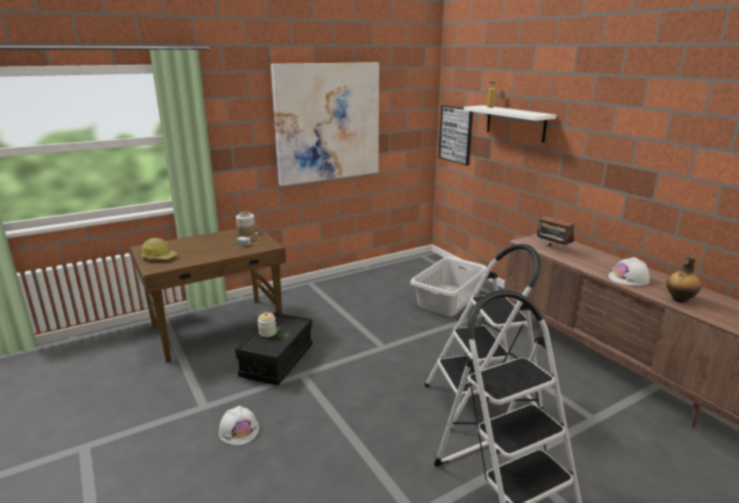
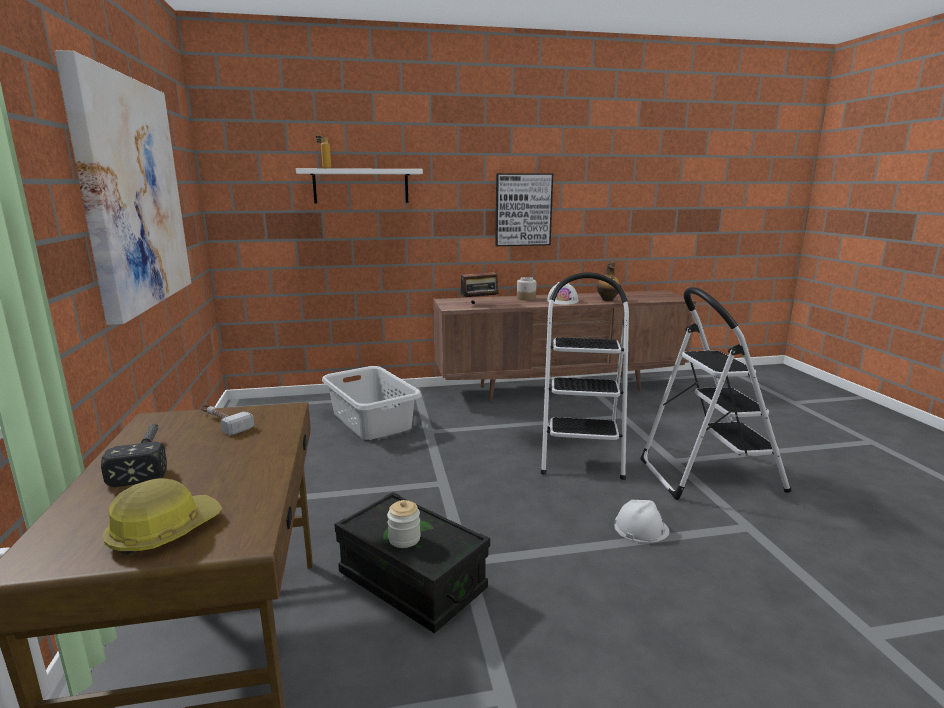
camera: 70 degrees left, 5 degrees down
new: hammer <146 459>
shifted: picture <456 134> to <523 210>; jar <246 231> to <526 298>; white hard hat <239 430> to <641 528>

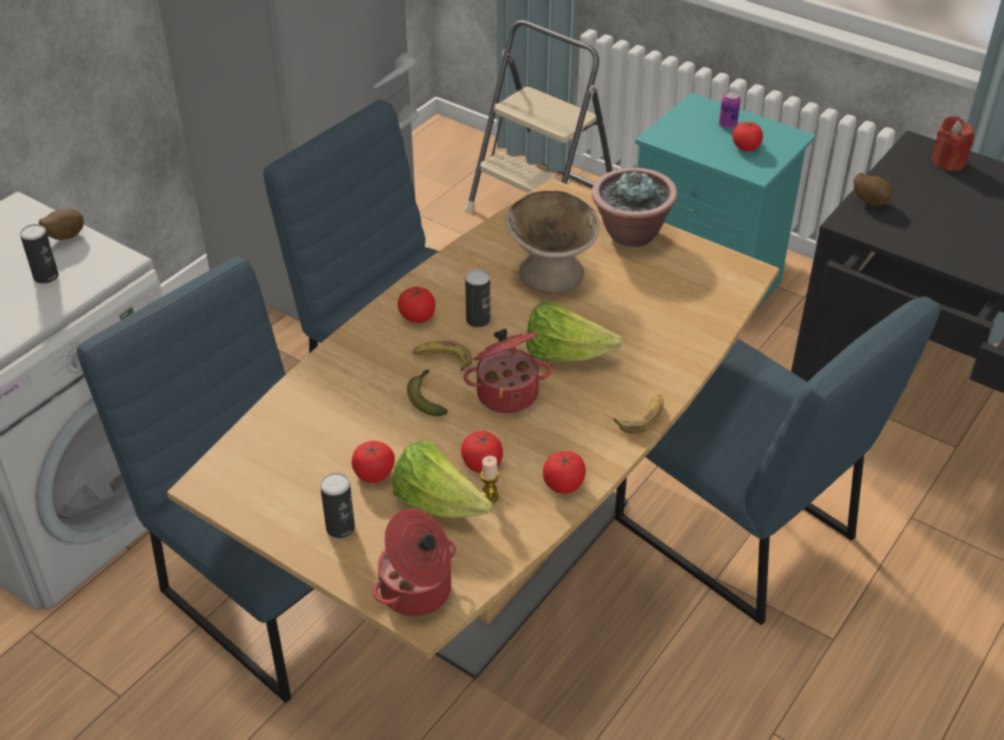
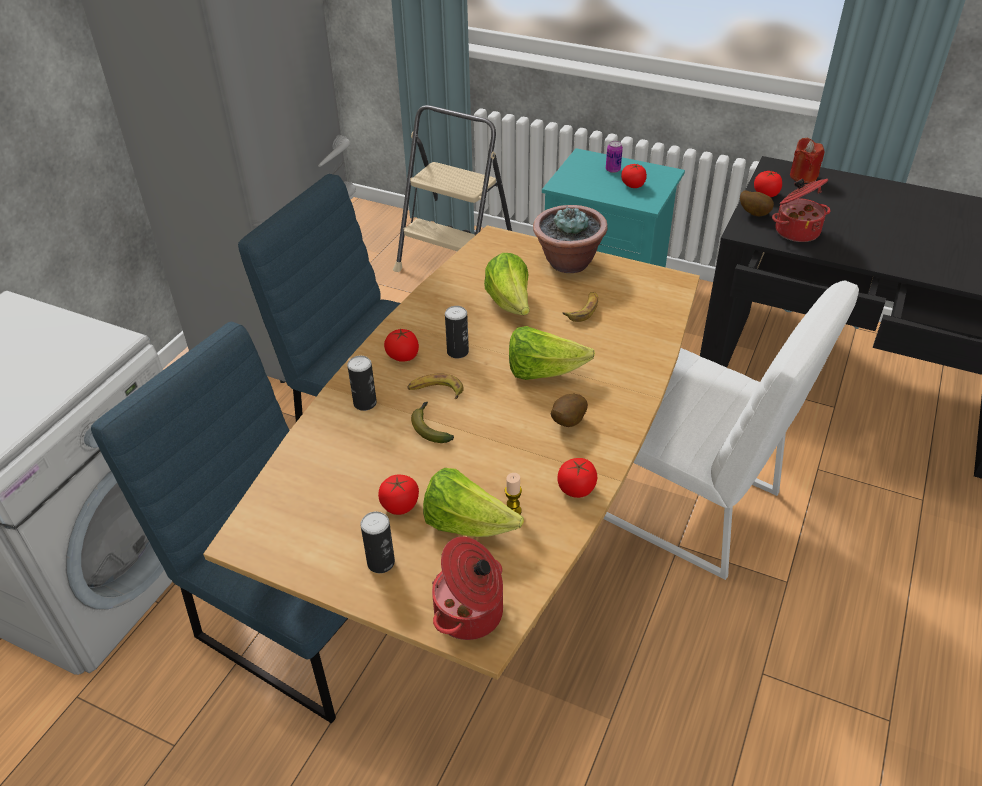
camera: 10 degrees left, 0 degrees up
shifted: can <46 276> to <365 403>; potato <64 237> to <566 422>; banana <642 417> to <583 310>; tomato <482 464> to <766 194>; cooking pot <507 393> to <796 230>
swapped: beige bowl <551 273> to lettuce <510 304>
repainted: blue chair <738 533> to white chair <685 503>

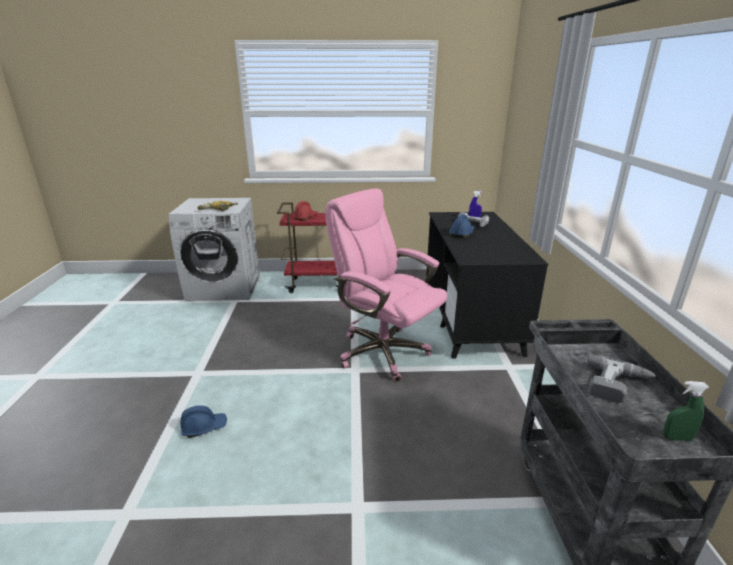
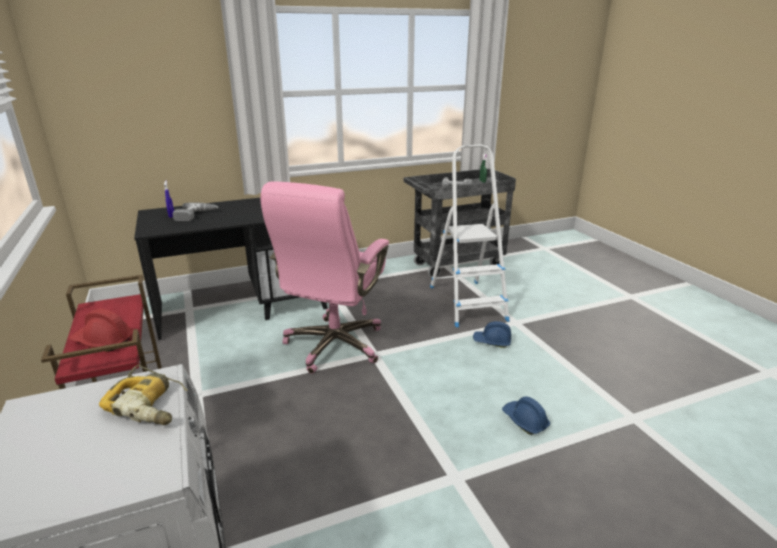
camera: 110 degrees left, 0 degrees up
new: white step ladder <467 303>
shifted: blue hard hat <461 233> to <492 341>

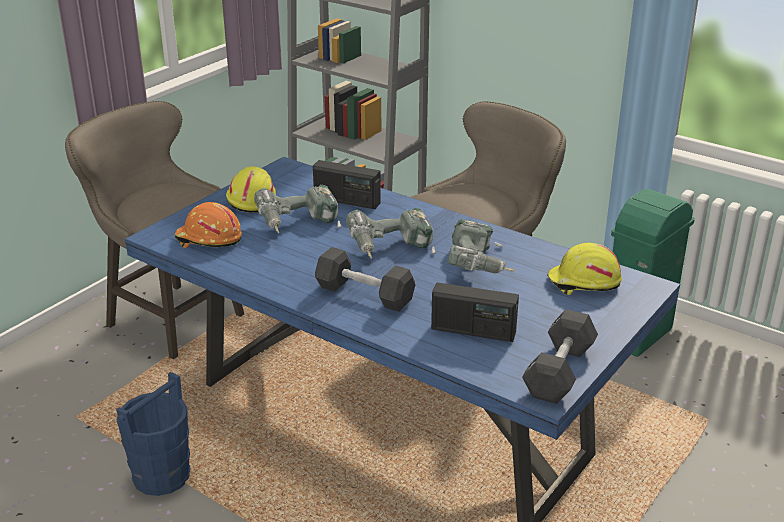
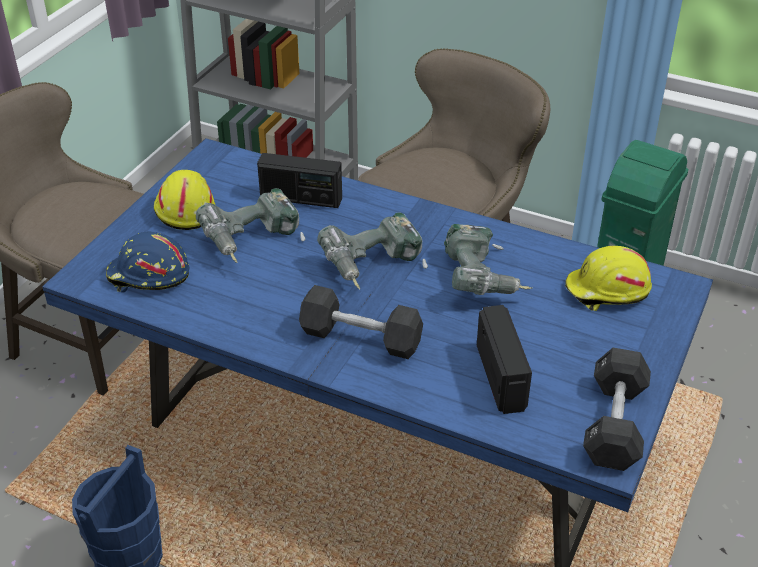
camera: 10 degrees left, 10 degrees up
repainted: orange hard hat <208 239> to blue hard hat <148 276>
rotated: radio <473 331> = <502 377> 105 degrees counterclockwise

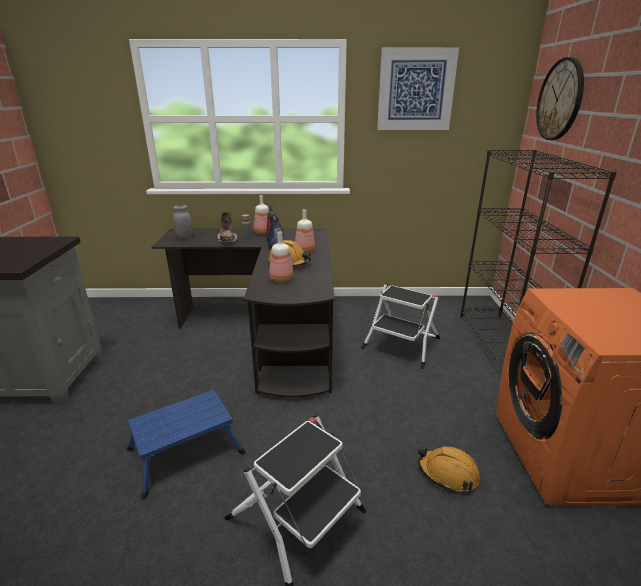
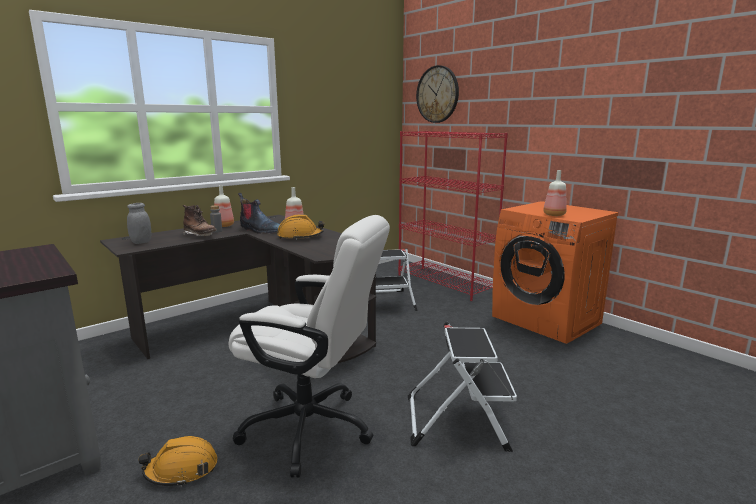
camera: 40 degrees left, 10 degrees down
gone: picture <416 90>
shifted: orange hard hat <447 473> to <182 470>; bottle <280 279> to <553 215>
swapped: blue step ladder <185 451> to white office chair <313 430>
repainted: black bookcase <501 345> to red bookcase <445 283>

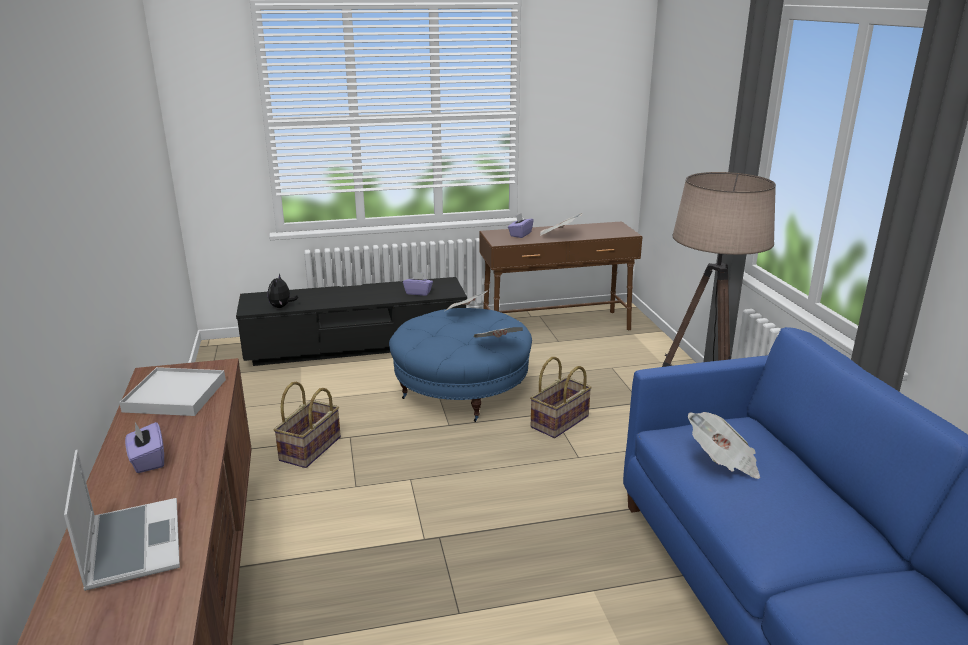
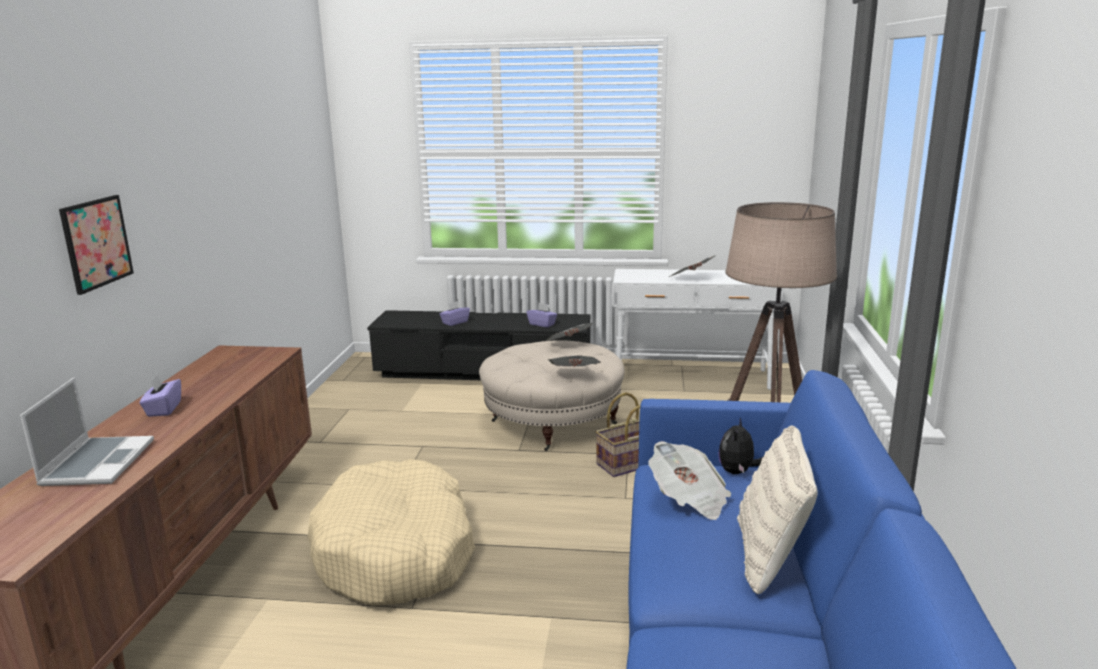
camera: 20 degrees right, 5 degrees down
gone: white tray <175 395>; basket <311 449>
new: picture <96 243>; beige dog bed <396 552>; beige pillow <770 559>
shifted: purple tissue box <520 234> to <455 322>; plush toy <282 307> to <737 472>
repainted: blue ottoman <461 391> to beige ottoman <553 422>; brown console table <556 327> to white console table <691 378>

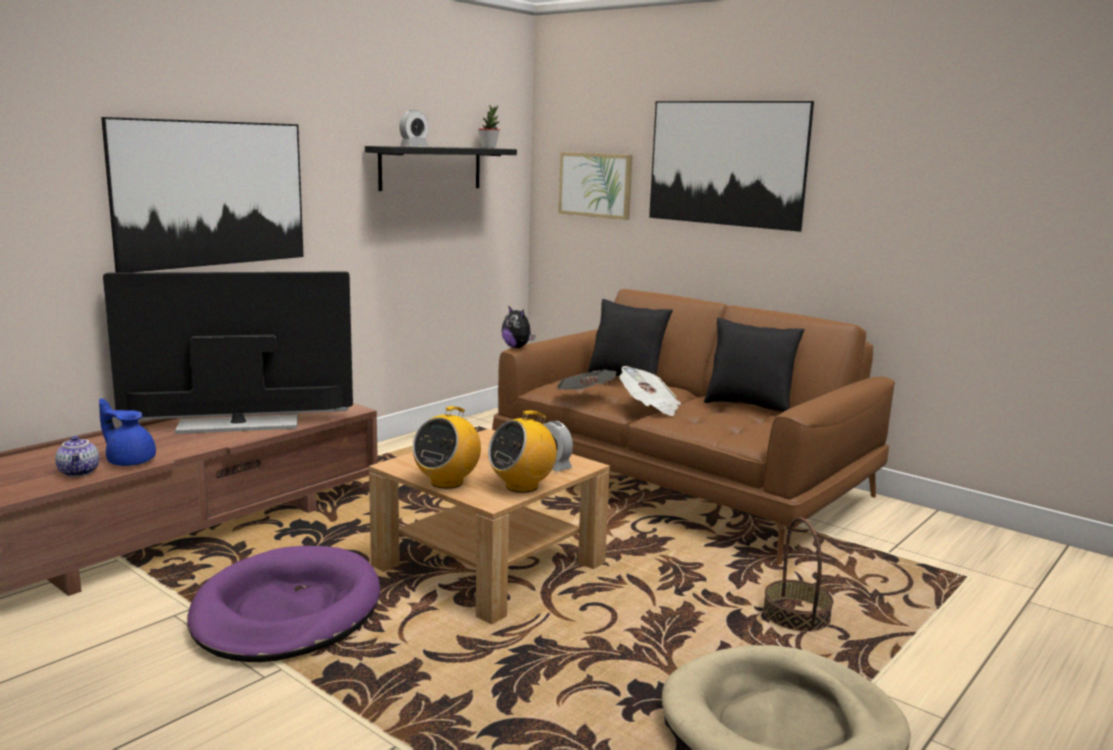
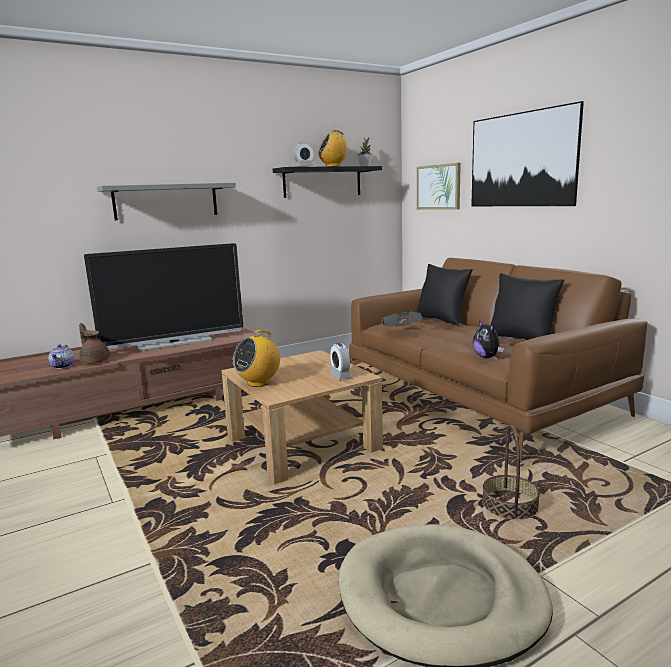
camera: 20 degrees right, 0 degrees up
gone: purple dog bed <287 611>; newspaper <649 407>
shifted: radio <522 486> to <333 166>; plush toy <517 347> to <487 357>
swapped: picture <211 194> to grey shelf <166 201>
repainted: blue teapot <130 461> to brown teapot <95 361>
rotated: television <238 425> = <174 343> 150 degrees clockwise

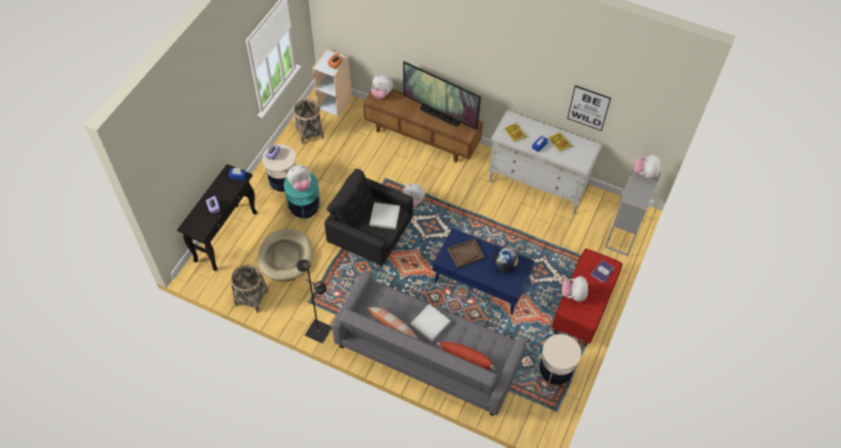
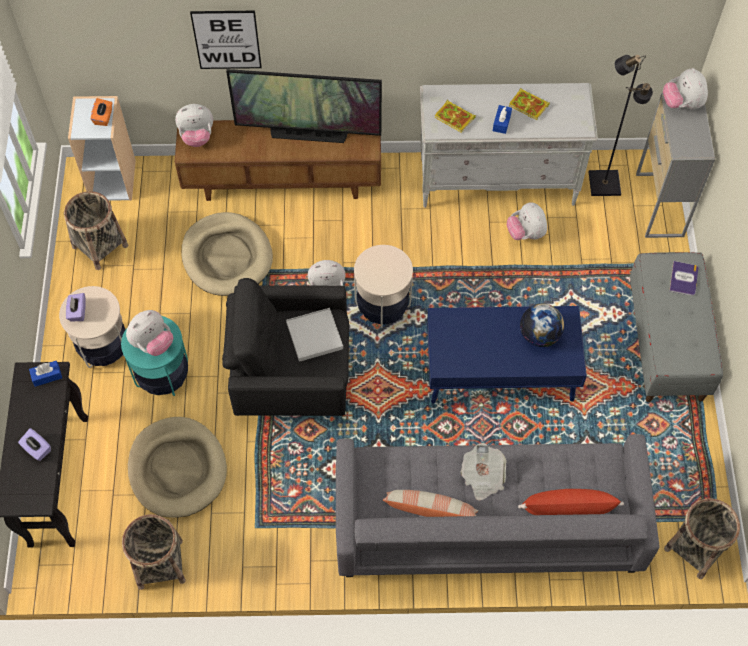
camera: 25 degrees left, 5 degrees up
gone: brown tray <466 253>
new: beige dog bed <227 257>; basket <695 548>
shifted: picture <588 108> to <226 39>; beige side table <555 372> to <382 306>; plush toy <573 295> to <526 233>; black floor lamp <318 331> to <604 183>
swapped: white tray <430 323> to newspaper <482 477>
repainted: red bench <583 307> to grey bench <666 343>

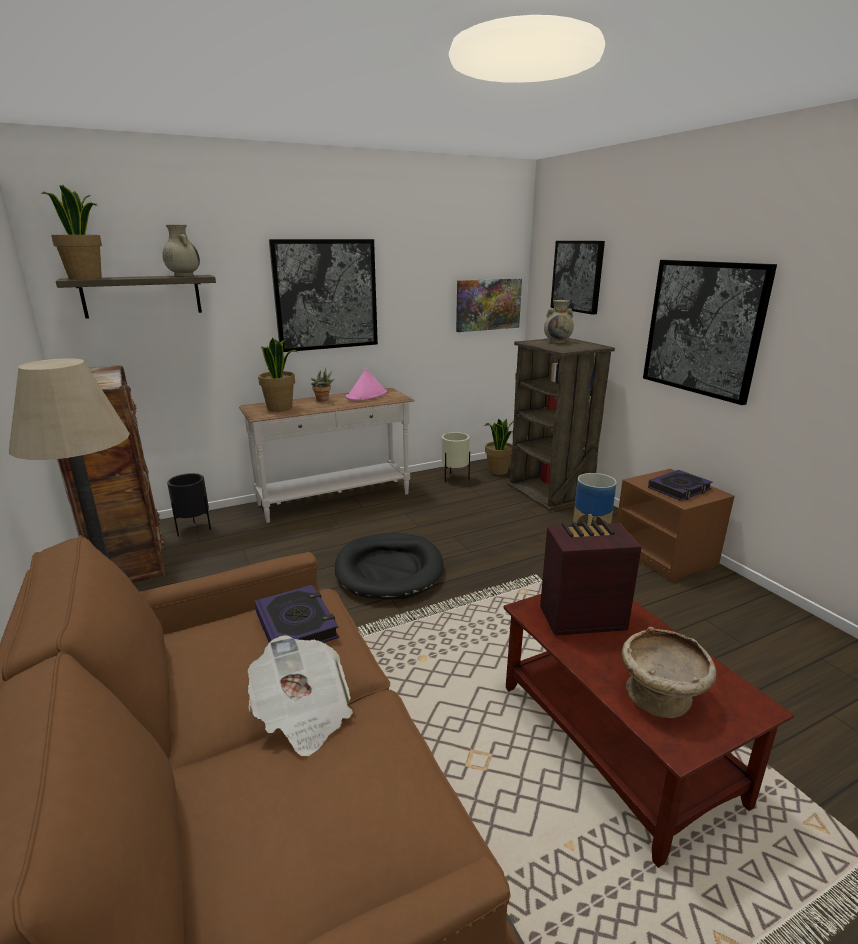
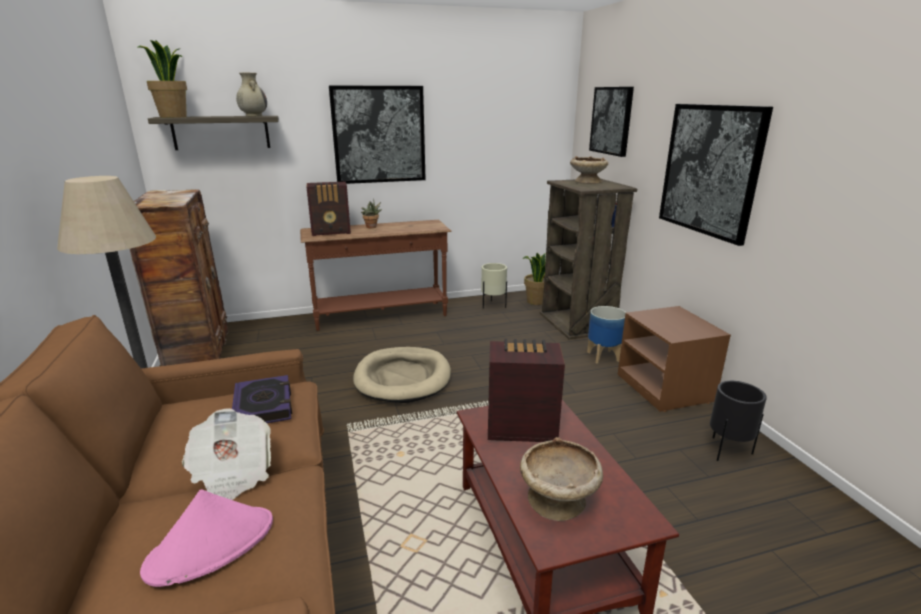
camera: 10 degrees right, 0 degrees up
gone: picture <488 304>; book <679 489>
shifted: pink hat <367 395> to <212 545>; black planter <194 529> to <727 451>
swapped: potted plant <280 408> to radio <332 232>; beige vase <557 342> to beige bowl <587 182>
repainted: white console table <335 500> to brown console table <381 316>; black dog bed <389 570> to beige dog bed <403 378>

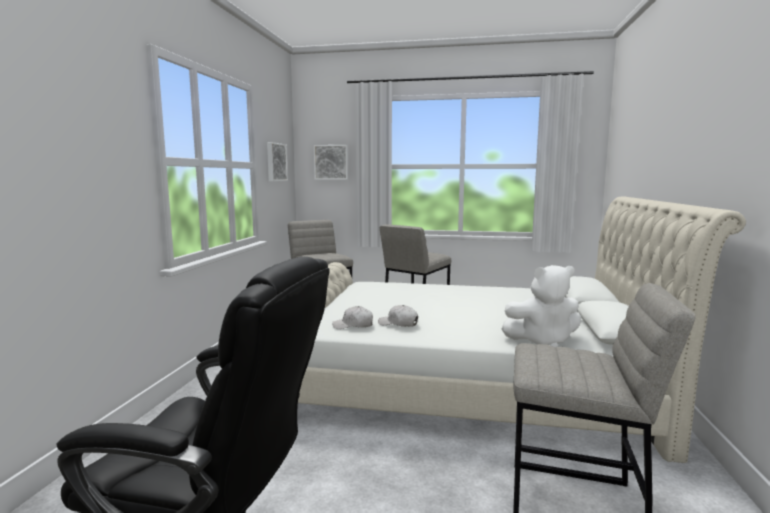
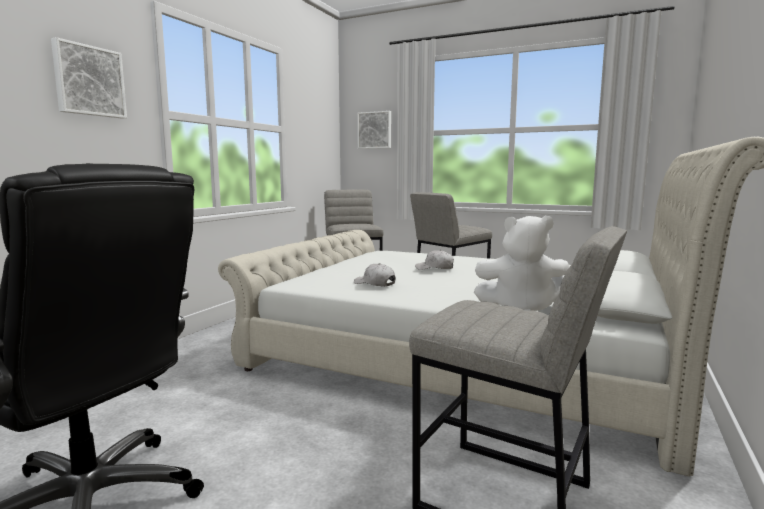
camera: 15 degrees right, 0 degrees up
shifted: picture <275 162> to <89 81>; white cap <353 325> to <435 268>

